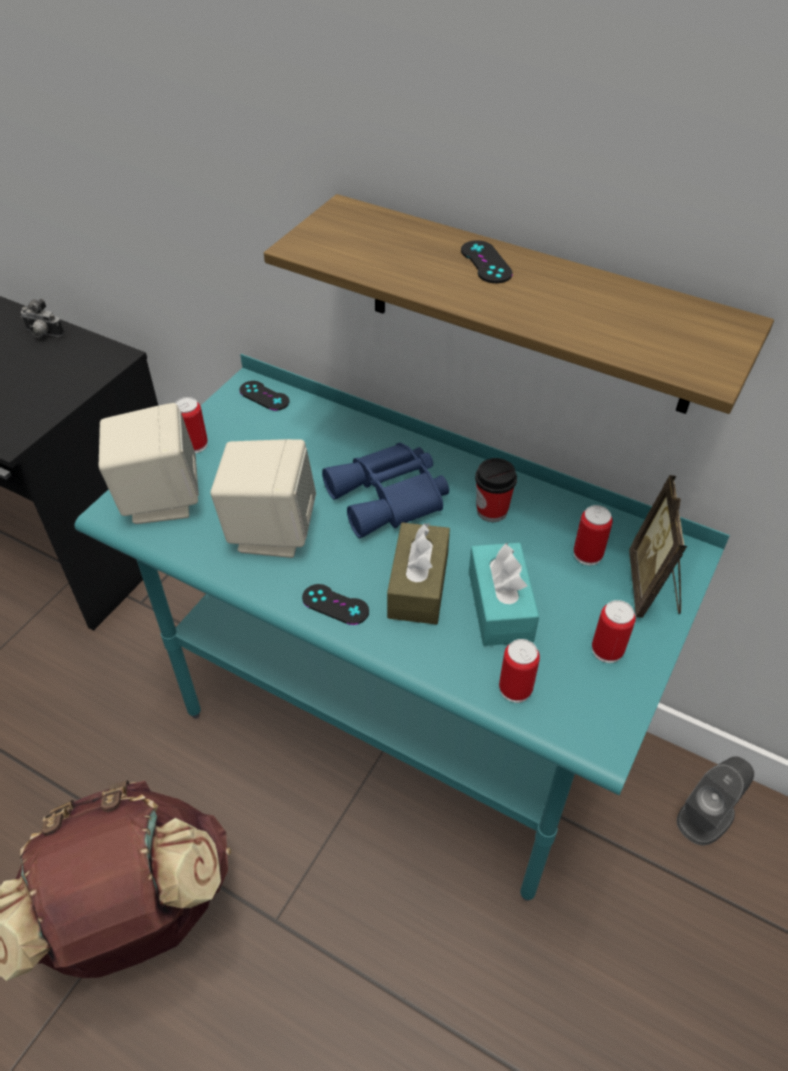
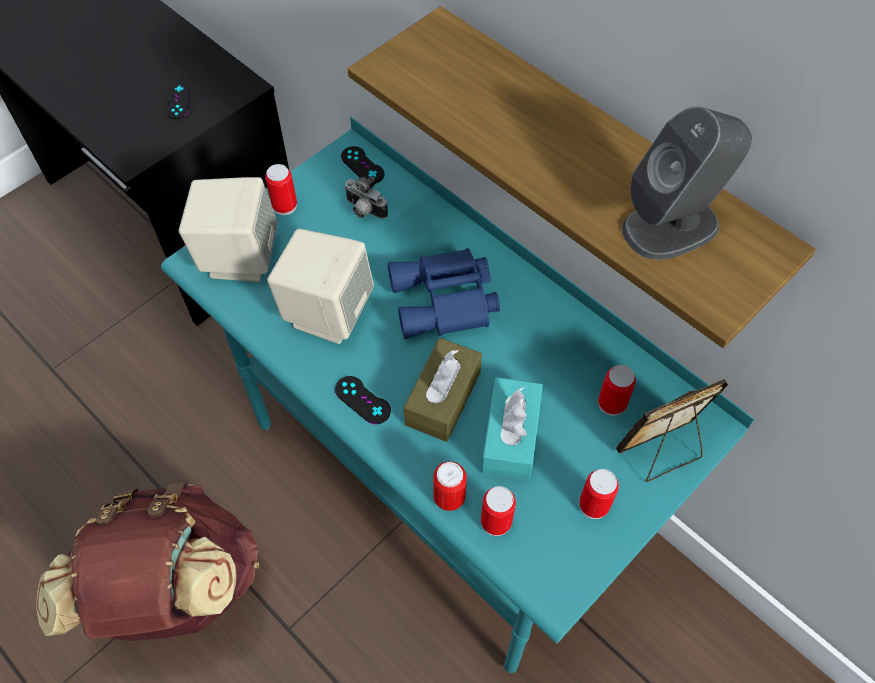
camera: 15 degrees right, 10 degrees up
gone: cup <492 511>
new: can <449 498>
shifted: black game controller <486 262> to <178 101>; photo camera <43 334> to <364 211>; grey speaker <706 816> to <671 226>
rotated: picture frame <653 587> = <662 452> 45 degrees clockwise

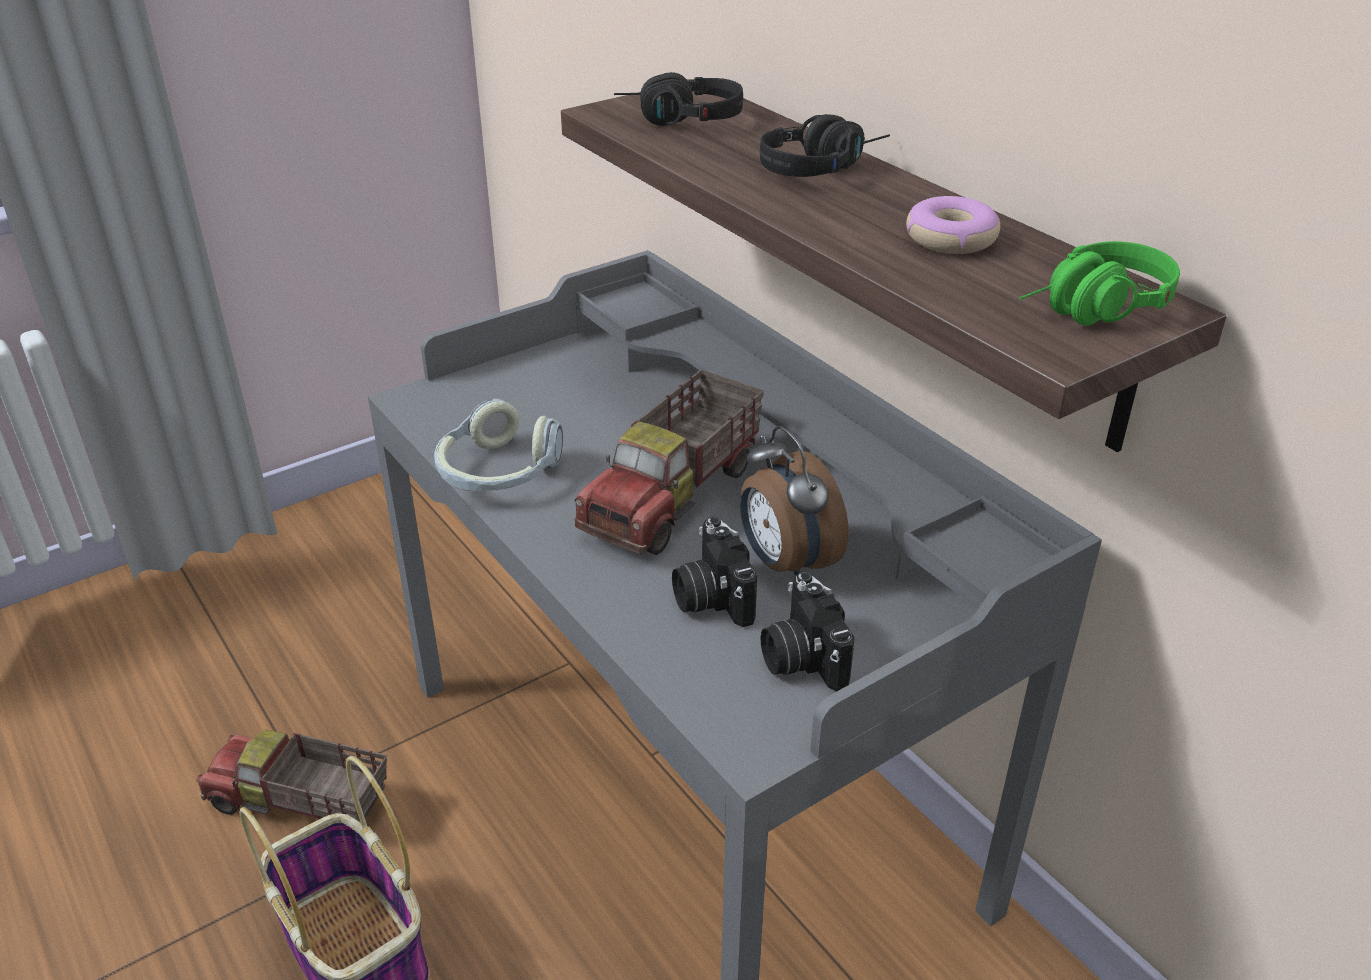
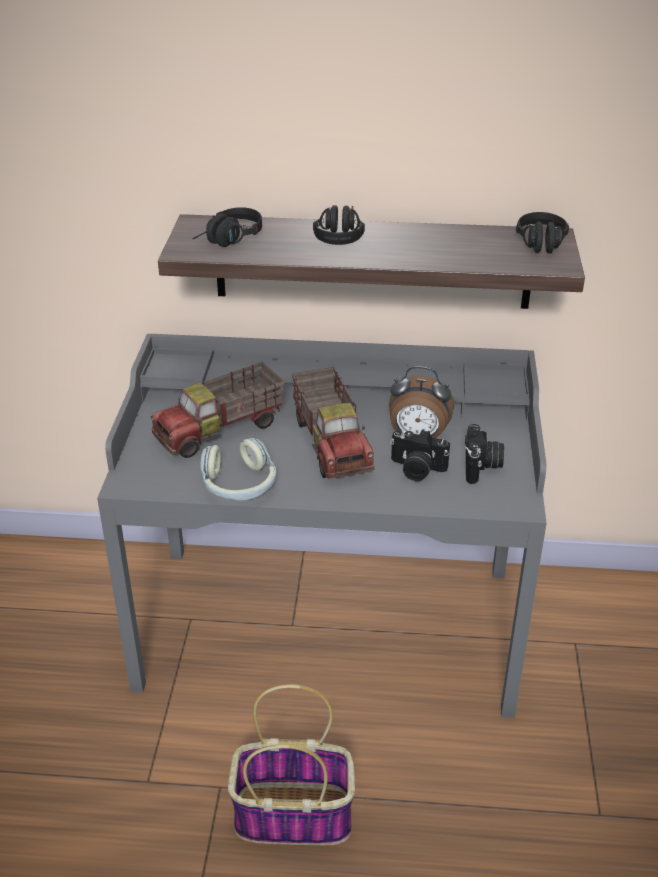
camera: 50 degrees left, 0 degrees up
gone: donut <950 238>
shifted: toy truck <300 805> to <221 430>
repainted: green headphones <1093 311> to black headphones <541 247>
rotated: photo camera <801 657> = <481 466> 105 degrees counterclockwise

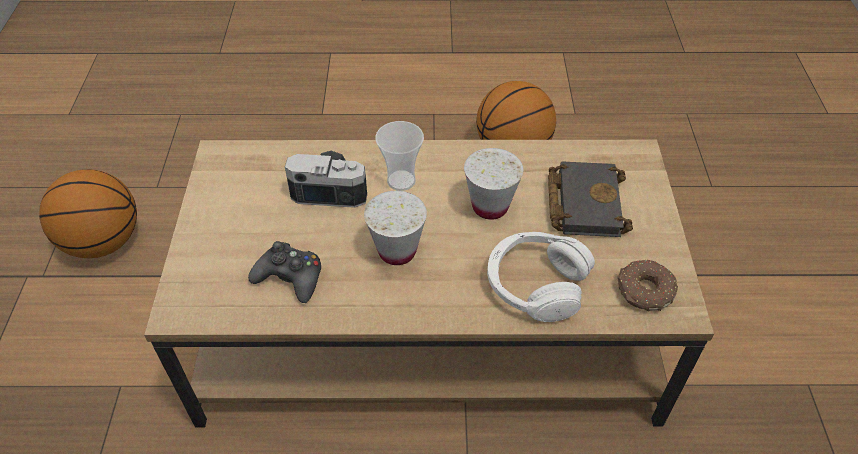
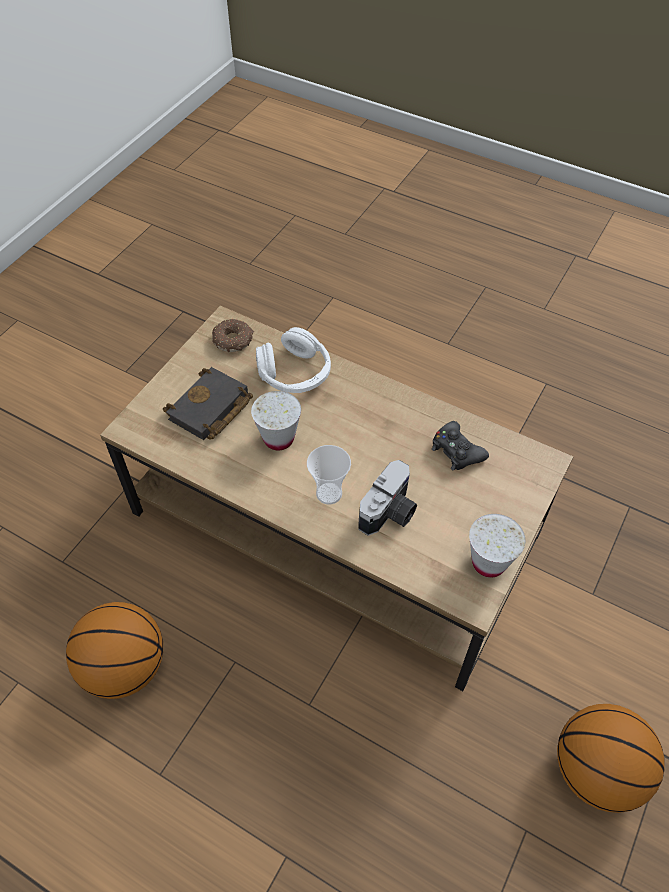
camera: 150 degrees left, 5 degrees up
shifted: white cup <397 251> to <488 563>
rotated: photo camera <331 189> = <390 513> 90 degrees counterclockwise

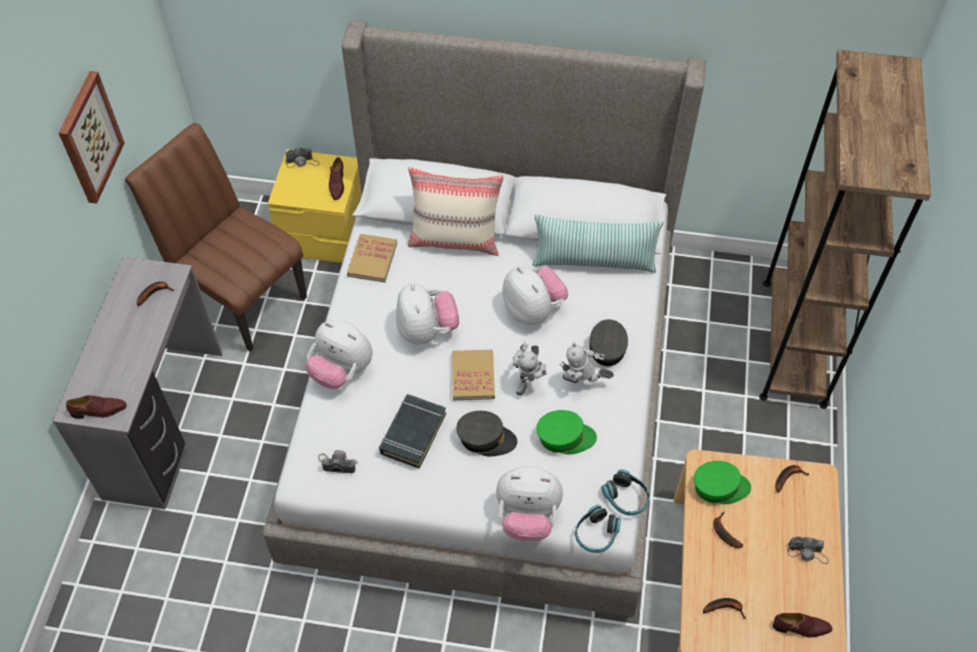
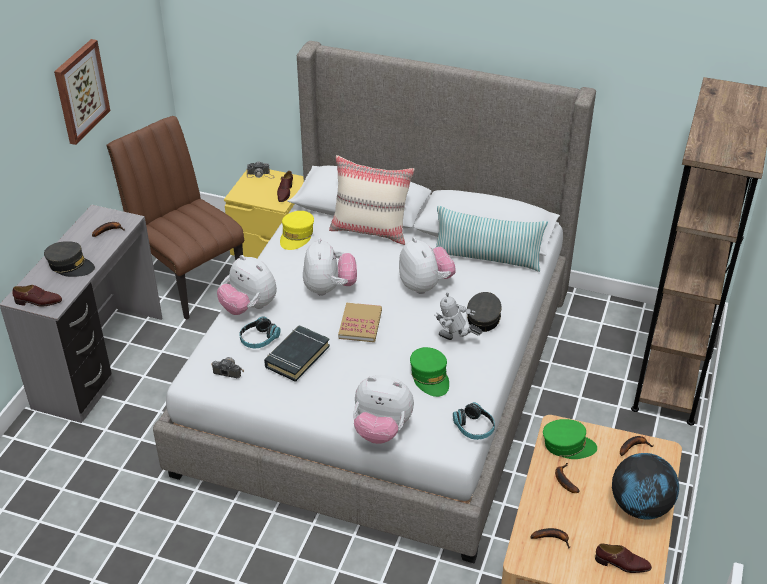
camera: 10 degrees right, 15 degrees down
gone: toy robot <529 380>
shifted: grey cap <486 438> to <70 266>; headphones <596 534> to <259 339>
swapped: book <372 259> to yellow cap <297 236>; photo camera <807 553> to globe <640 507>
rotated: green cap <565 437> = <430 377> 60 degrees clockwise

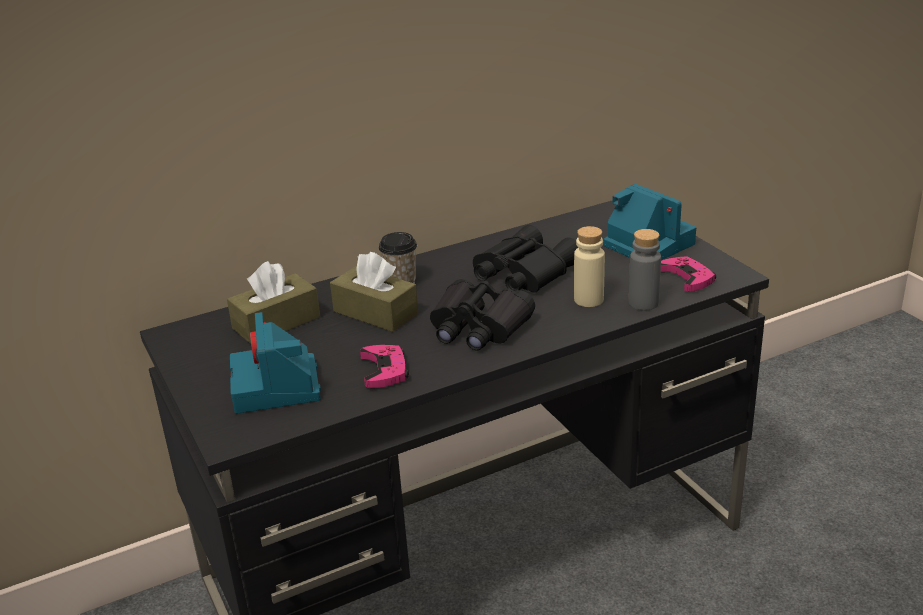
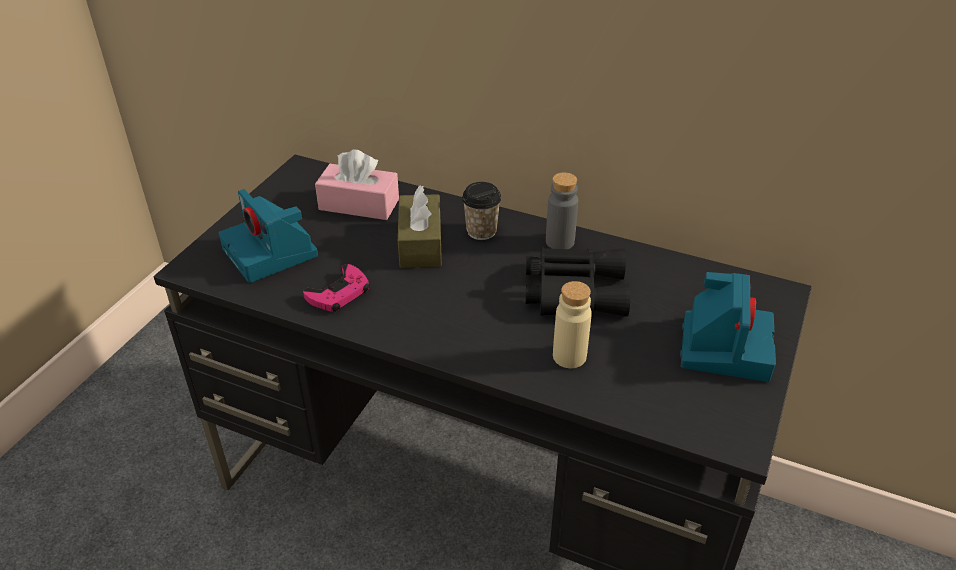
camera: 50 degrees right, 10 degrees up
gone: black binoculars <478 327>; pink game controller <687 278>
shifted: grey bottle <643 303> to <560 242>
repainted: brown tissue box <276 323> to pink tissue box <359 204>
rotated: photo camera <277 387> = <272 253> 75 degrees counterclockwise

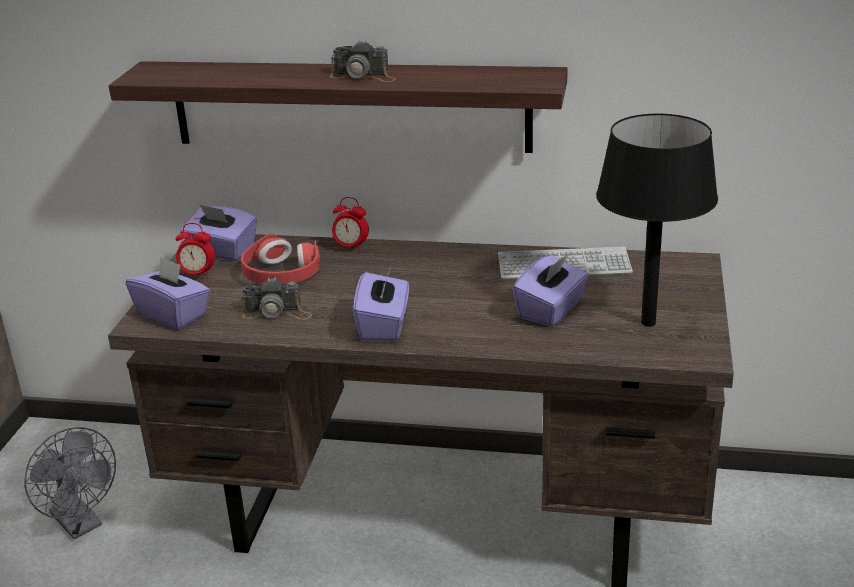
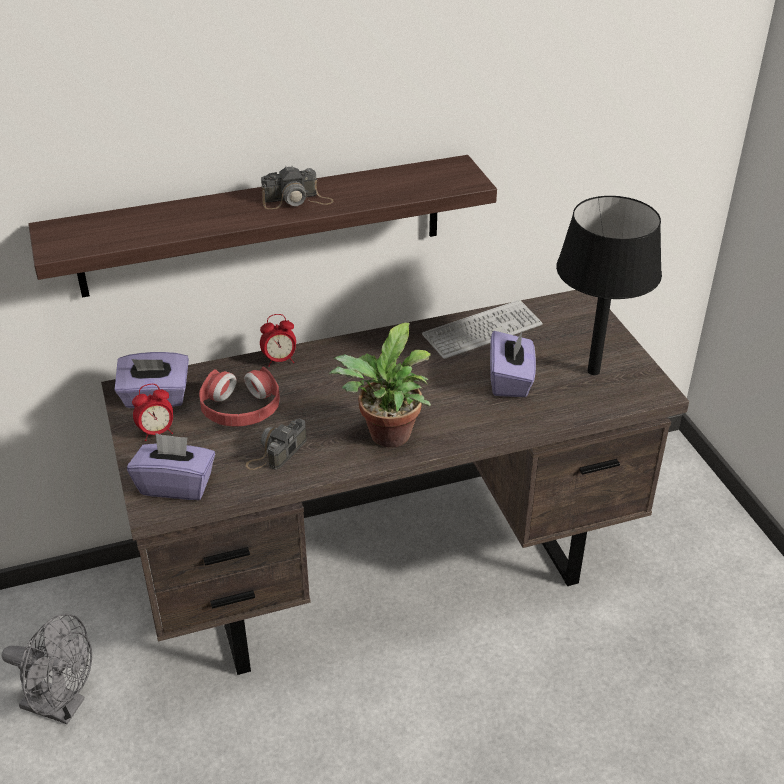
camera: 30 degrees left, 10 degrees up
swapped: purple tissue box <384 326> to potted plant <387 438>
rotated: photo camera <277 312> = <277 452> 150 degrees clockwise

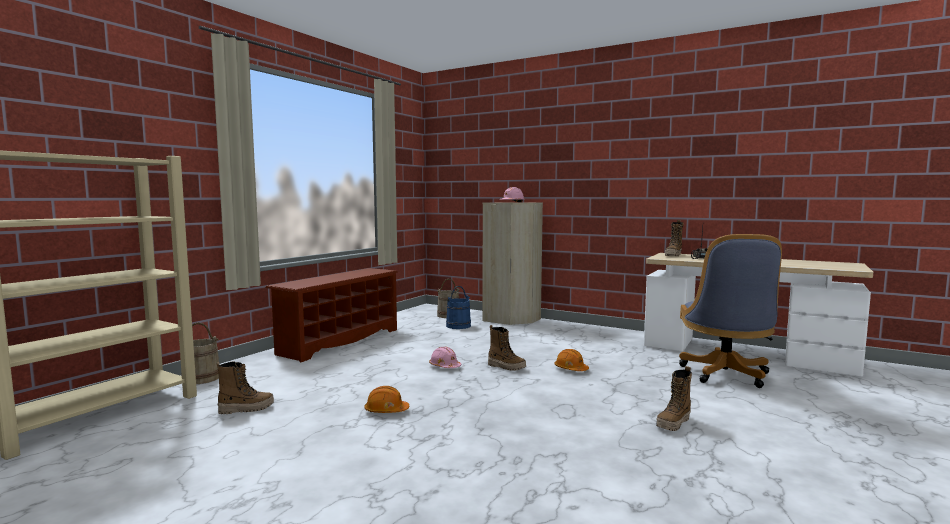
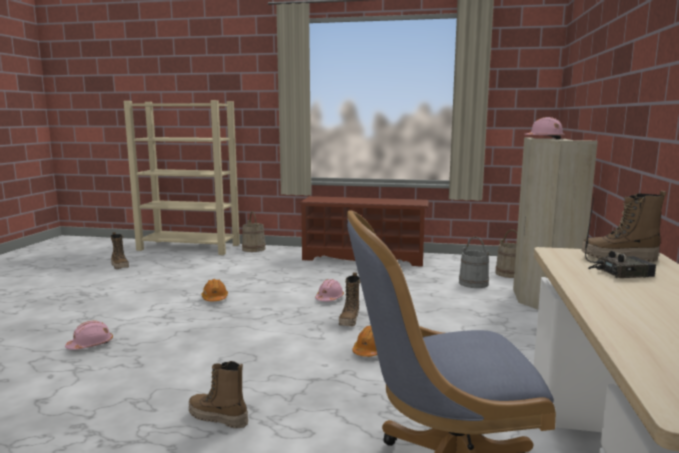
camera: 70 degrees right, 5 degrees up
new: pink hard hat <90 345>
shifted: boot <246 409> to <120 266>
repainted: blue bucket <458 326> to grey bucket <473 283>

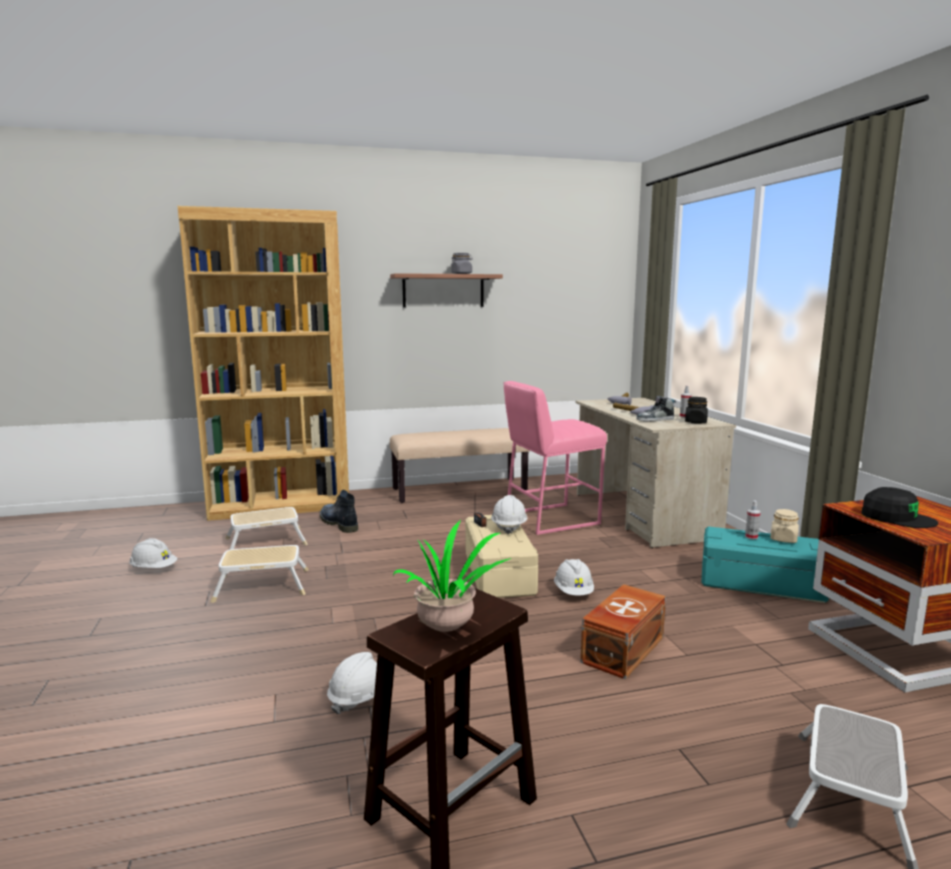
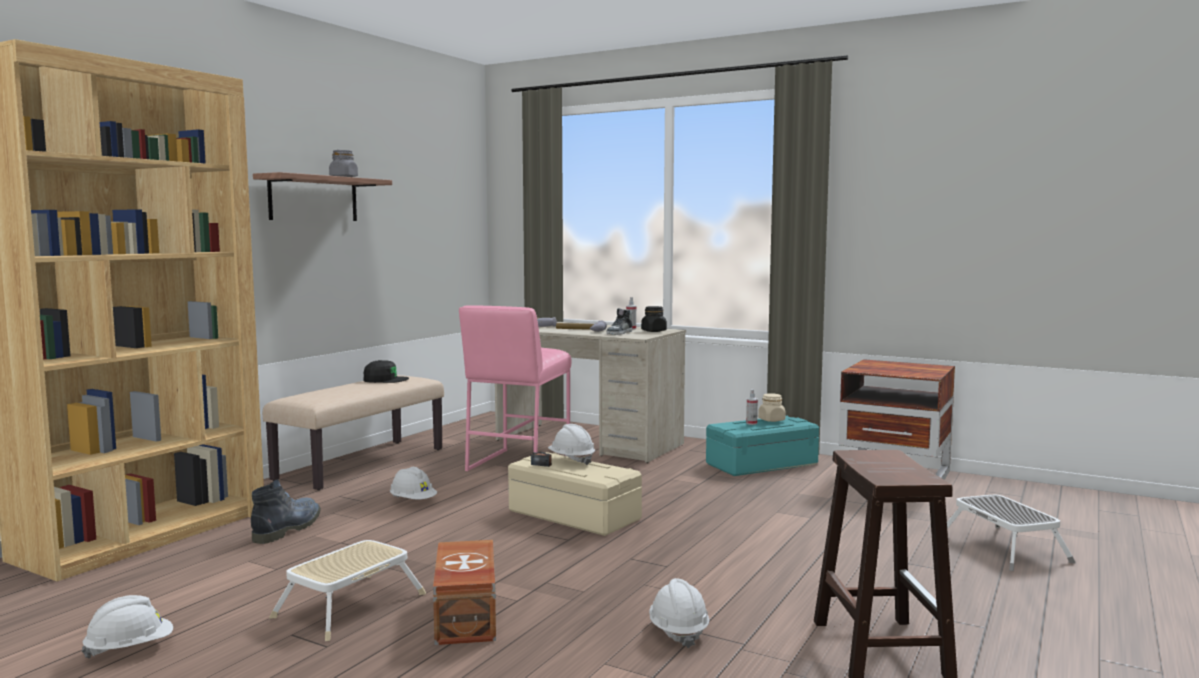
camera: 45 degrees left, 5 degrees down
gone: beige step ladder <266 542>; potted plant <449 627>
shifted: black cap <896 517> to <385 380>; white hard hat <573 592> to <413 501>; brown storage box <621 649> to <464 616>
rotated: boot <338 523> = <288 528> 105 degrees clockwise

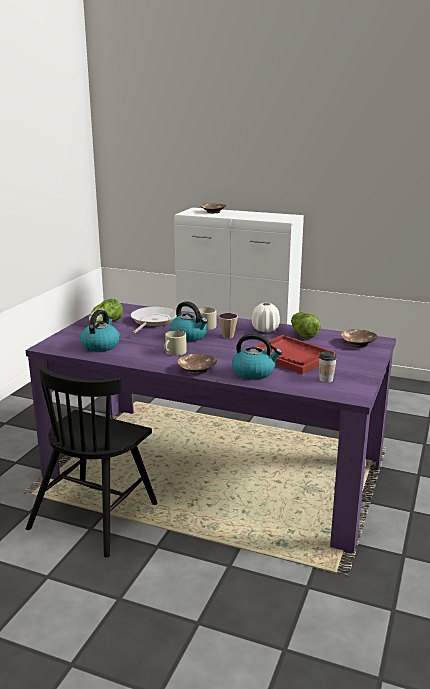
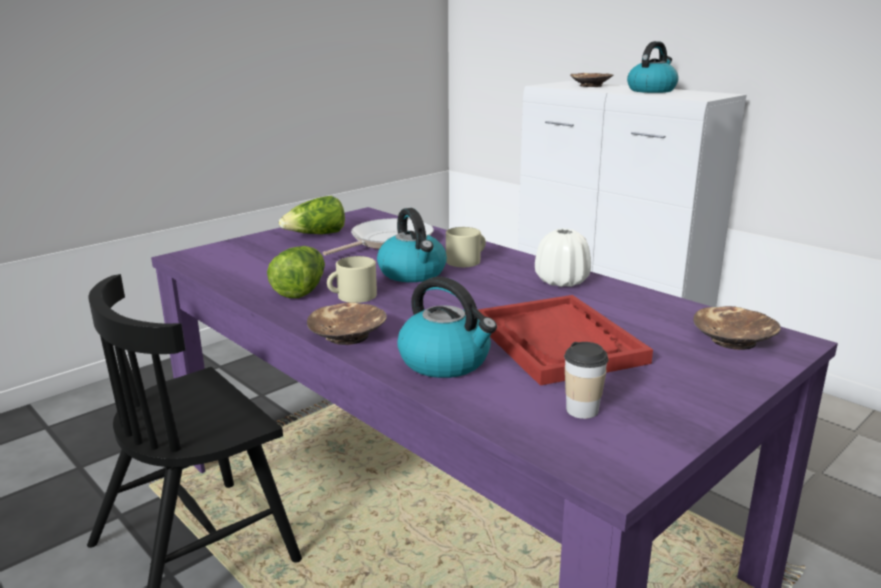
camera: 25 degrees right, 0 degrees up
gone: cup <228 336>
shifted: lettuce <303 334> to <300 289>; kettle <100 345> to <651 90>

